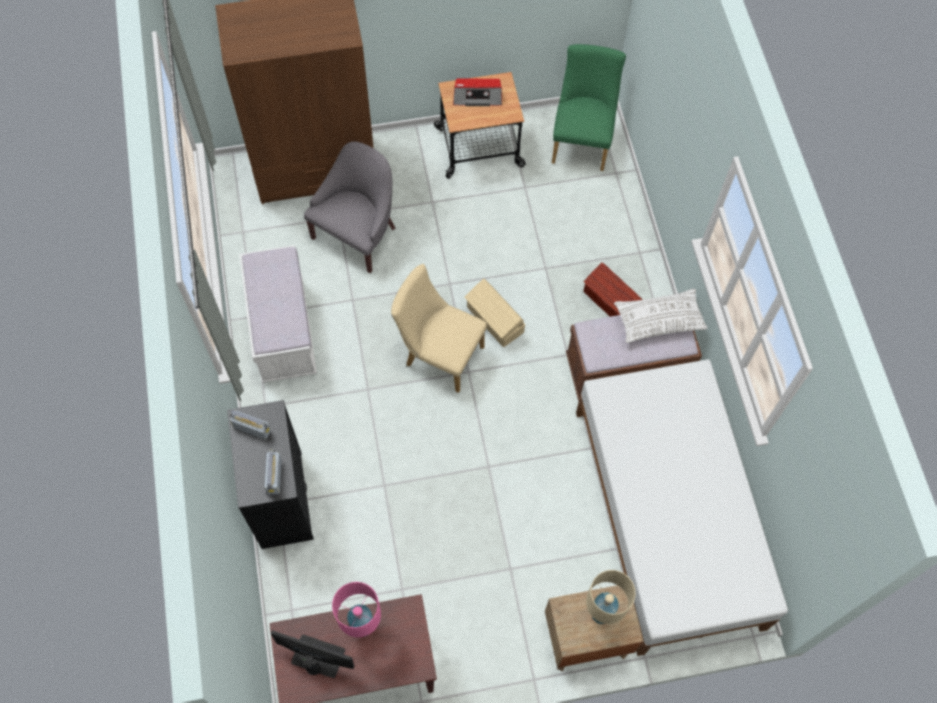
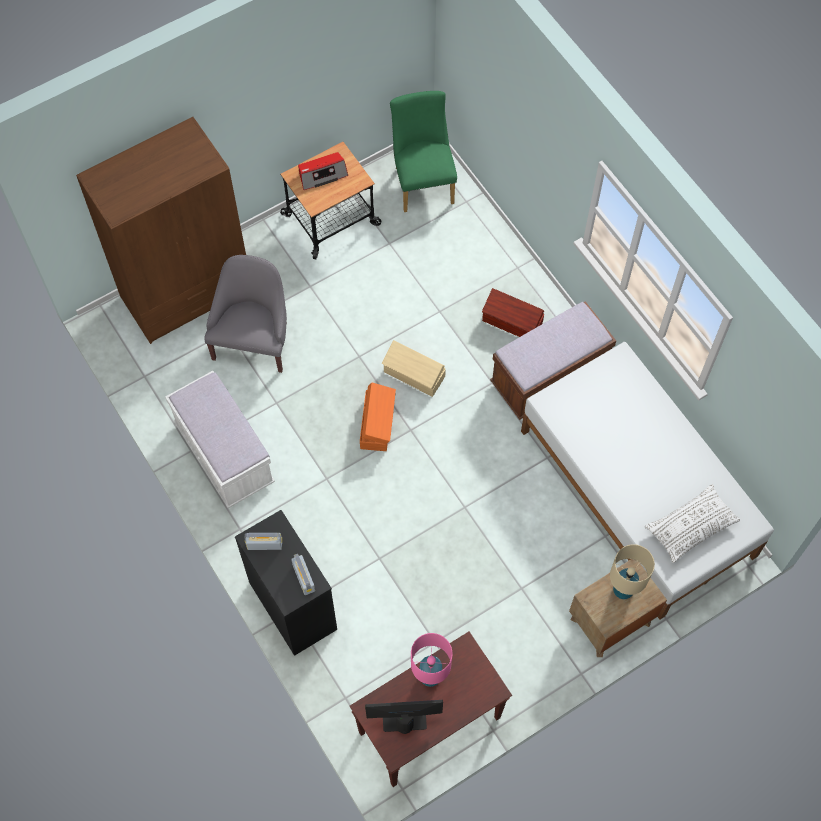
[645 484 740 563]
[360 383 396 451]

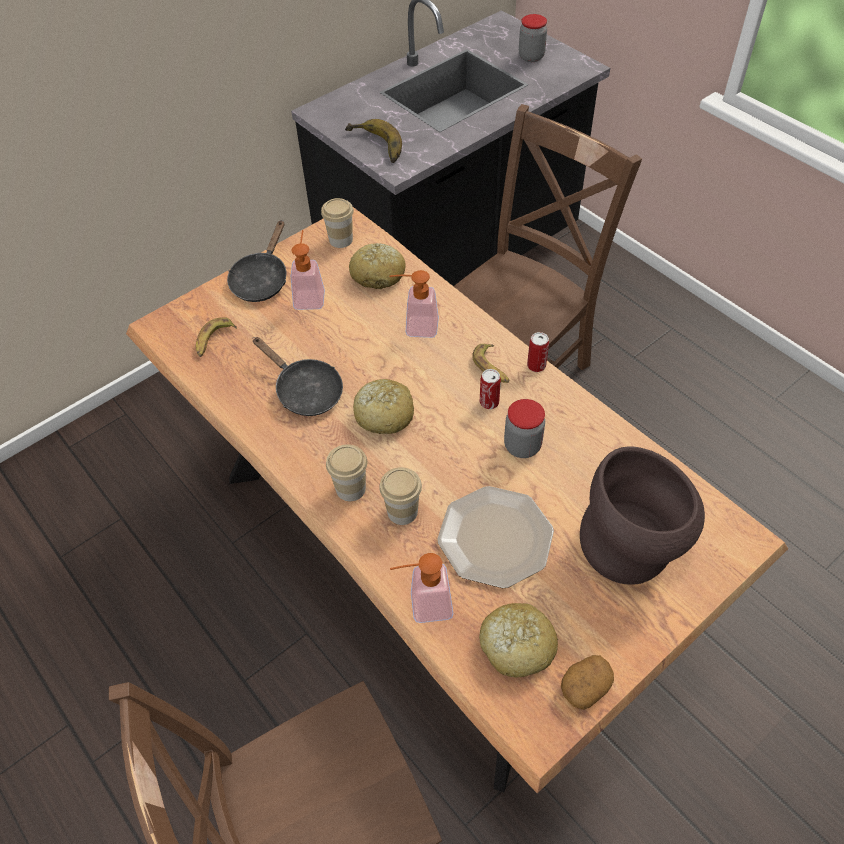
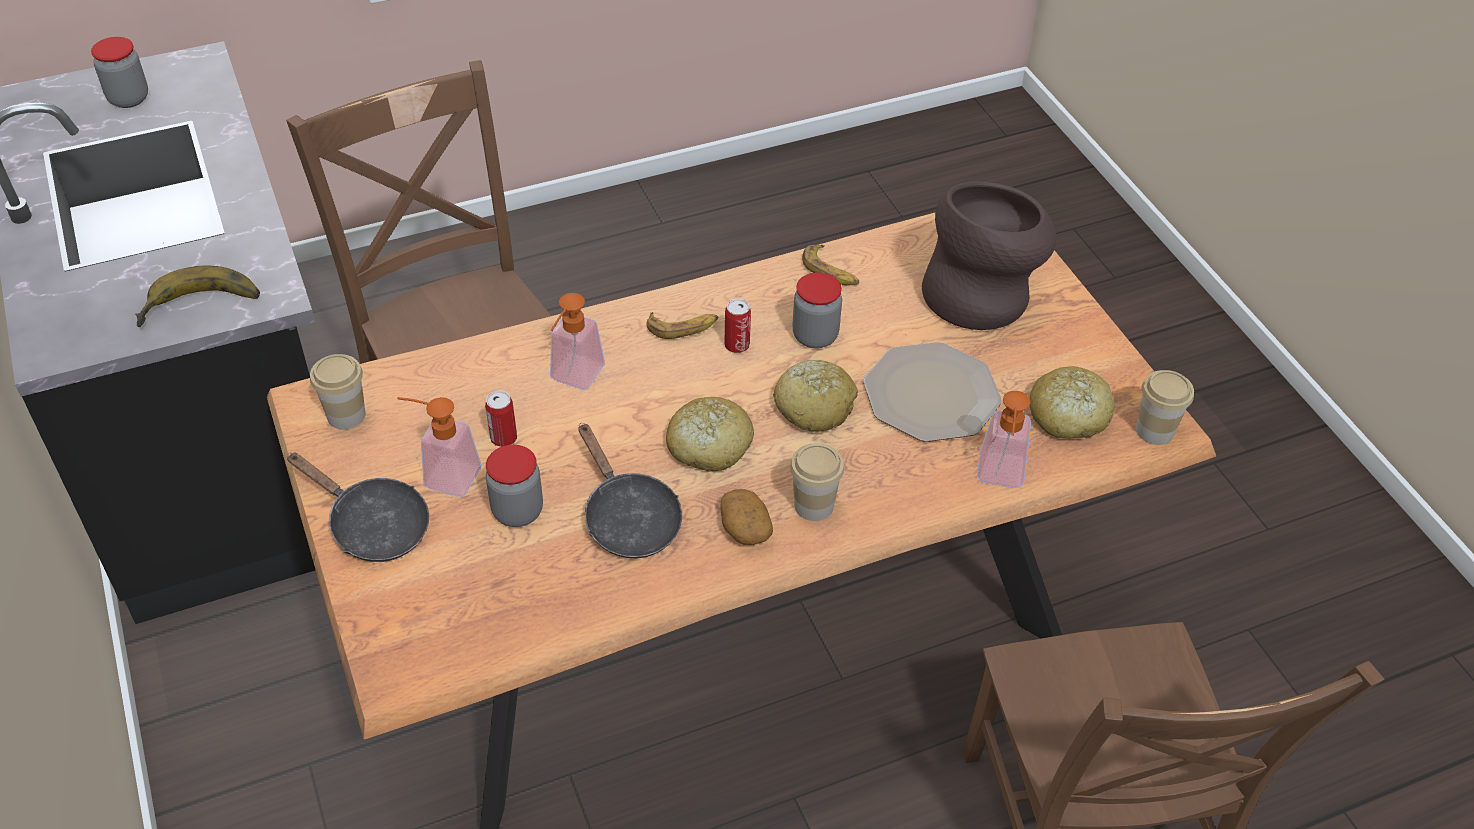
[486 445 543 527]
[802 245 859 285]
[773 360 858 432]
[1136 370 1194 445]
[485 390 517 447]
[721 489 773 545]
[578 423 682 558]

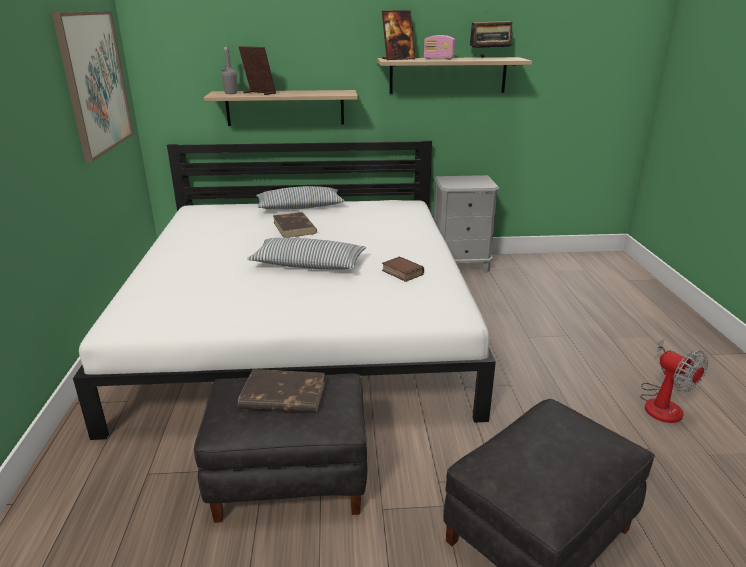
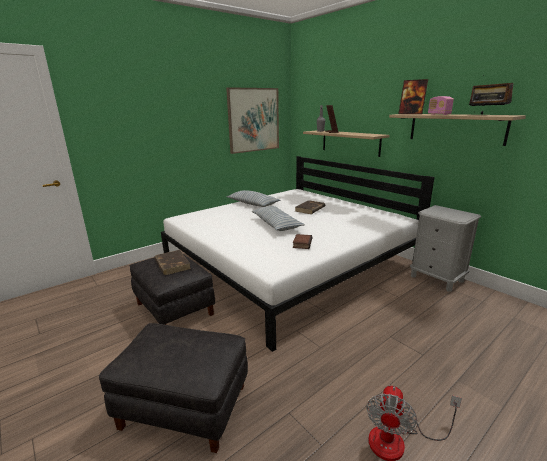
[227 190 280 207]

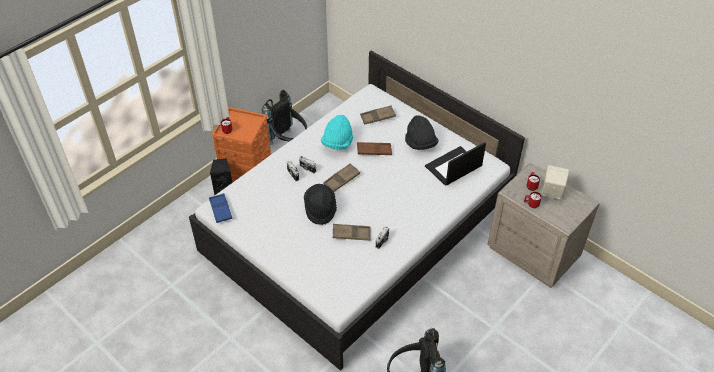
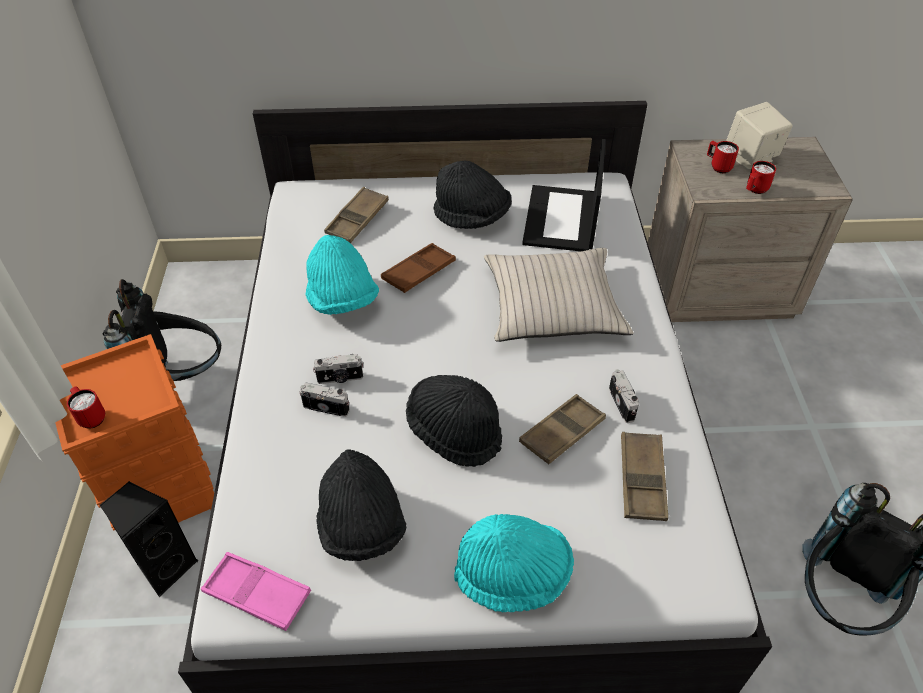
[316 450 406 561]
[454 514 574 612]
[484 248 634 342]
[621 432 668 521]
[201 552 311 631]

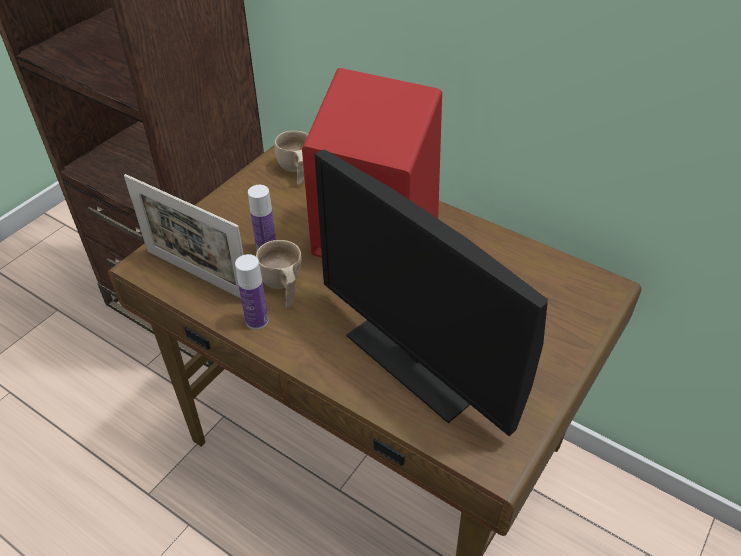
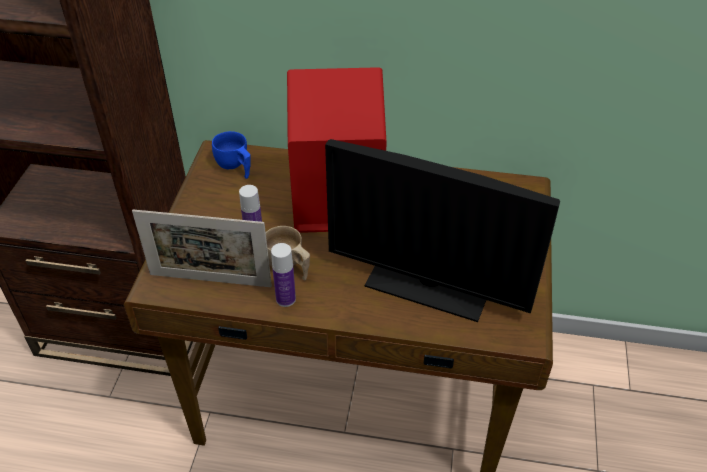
[212 131 251 179]

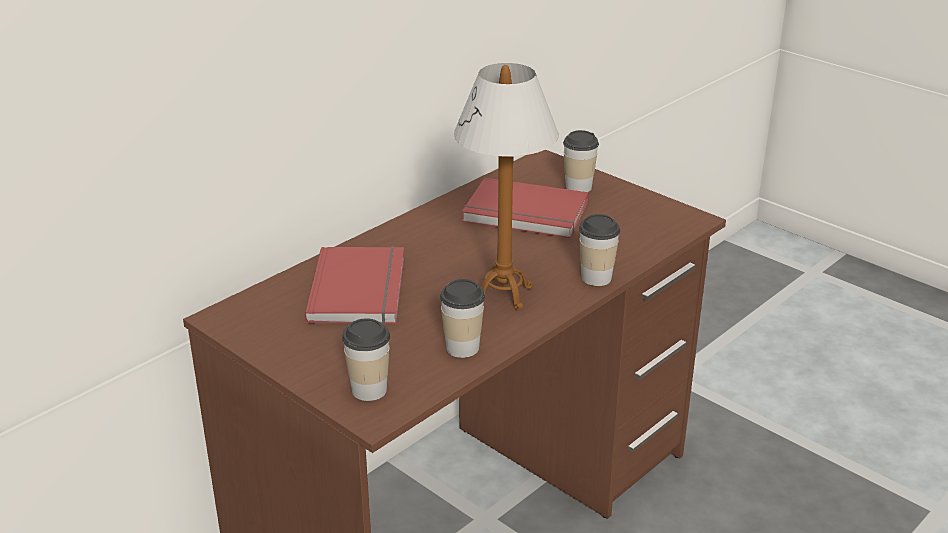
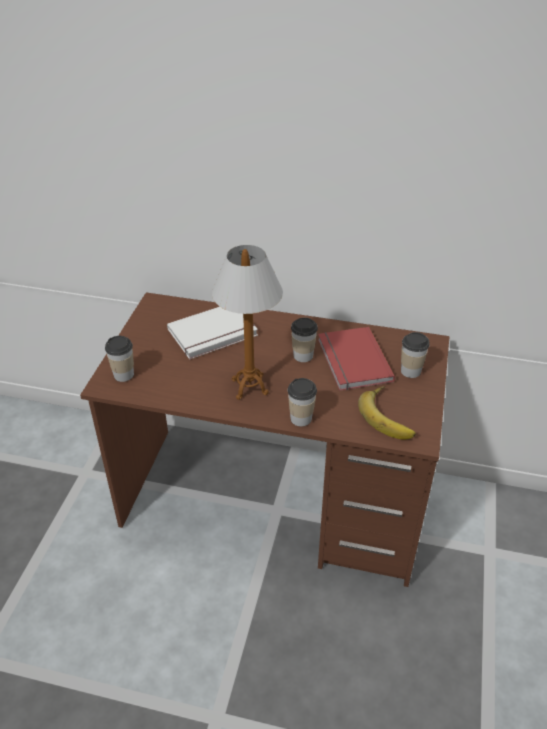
[358 386 416 440]
[291 317 318 362]
[167 307 258 360]

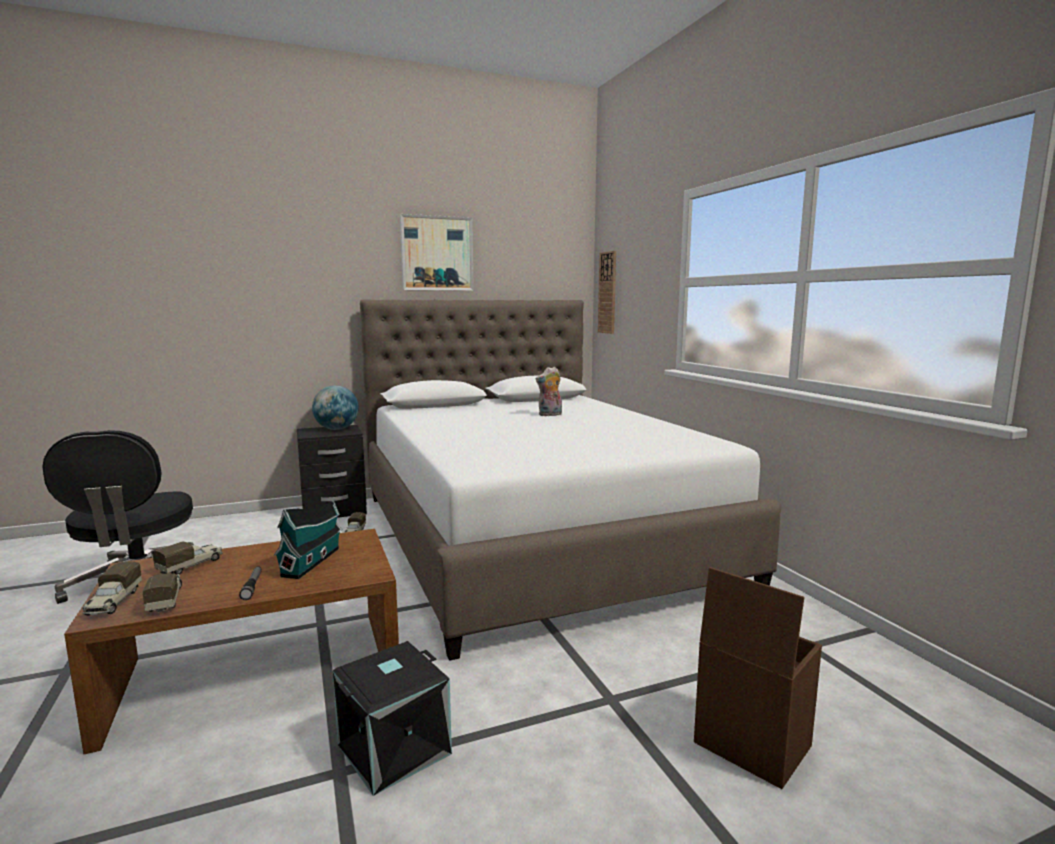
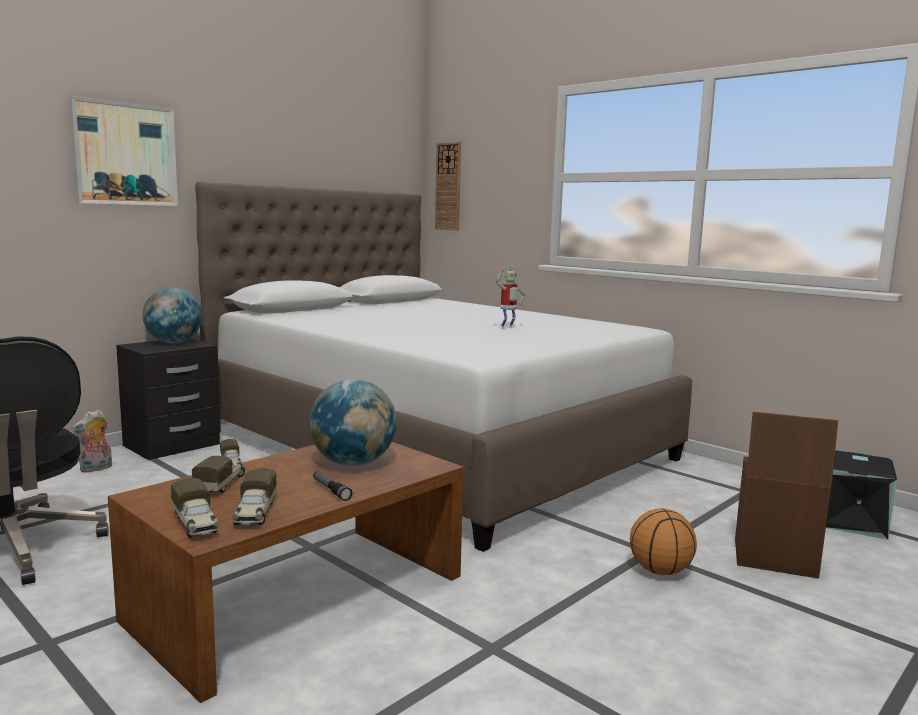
[496 265 525 329]
[630 509 697 575]
[826 450 897 540]
[69 96 178 206]
[71 409 112 473]
[309 379 397 466]
[232 468 277 525]

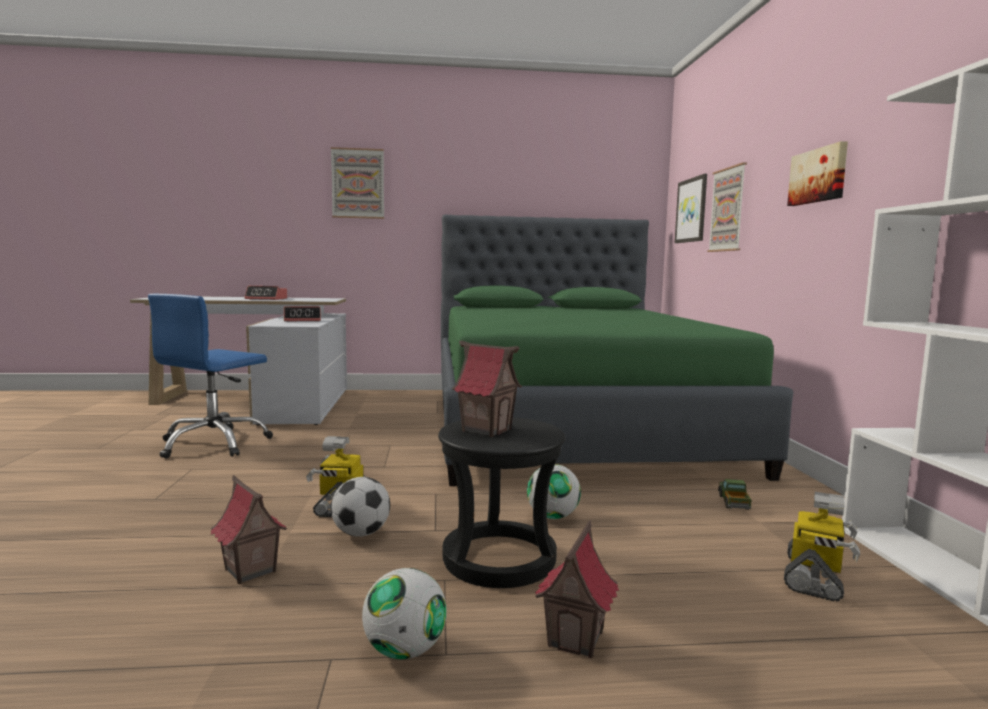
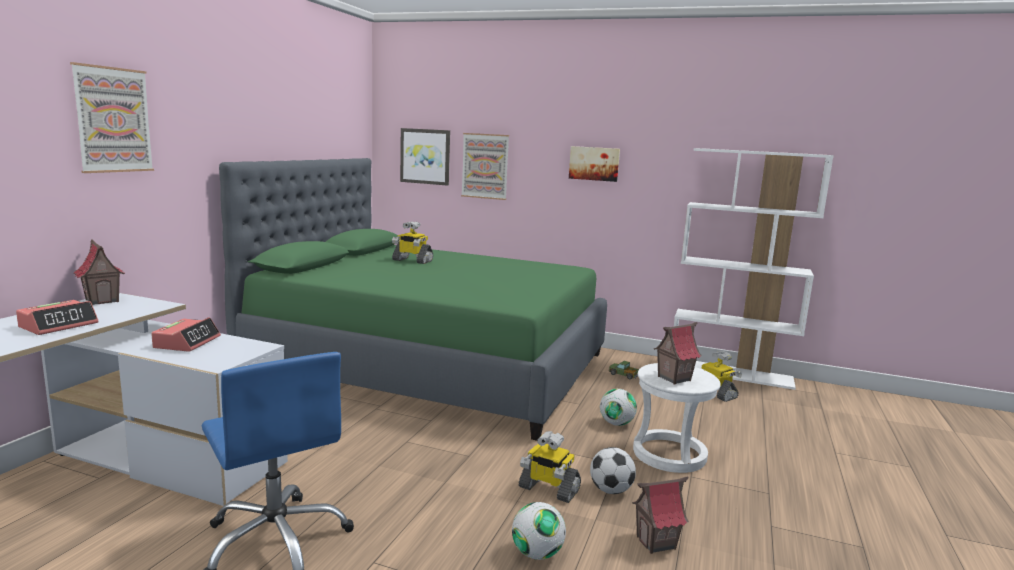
[392 221 433 264]
[512 502 566 560]
[73 239 125 305]
[633 363 721 473]

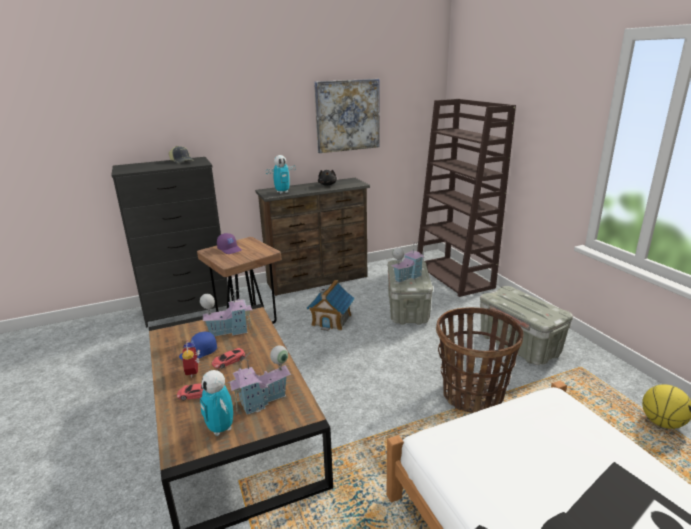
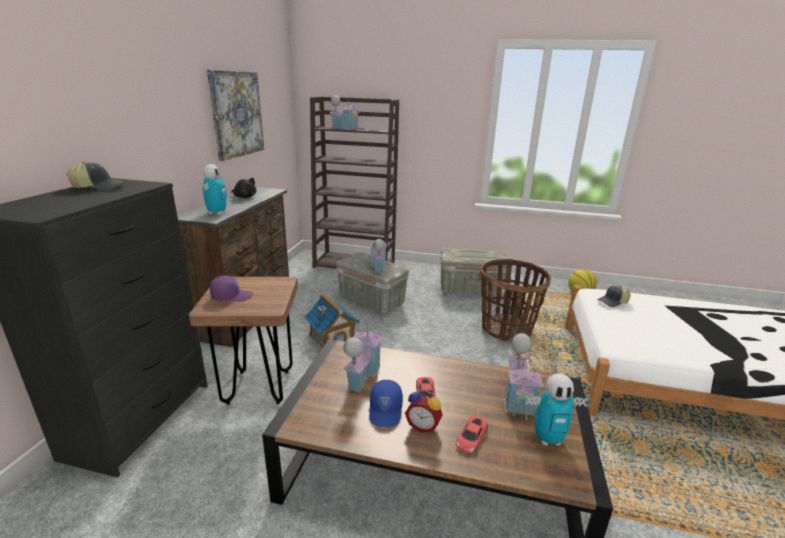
[329 94 359 130]
[597 285 630 307]

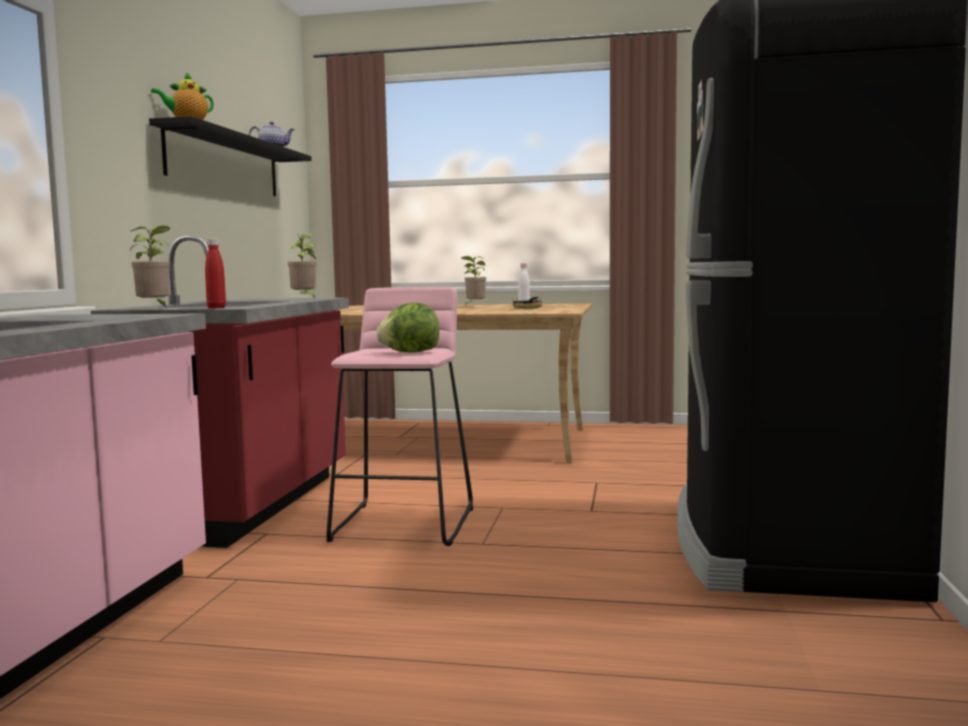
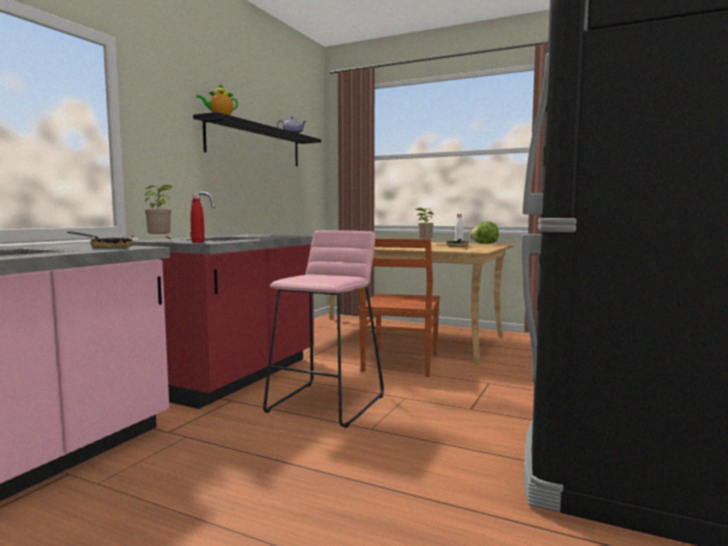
[288 233 317 299] (first image)
[67 230 133 248]
[358 238 440 377]
[470 222 499 244]

